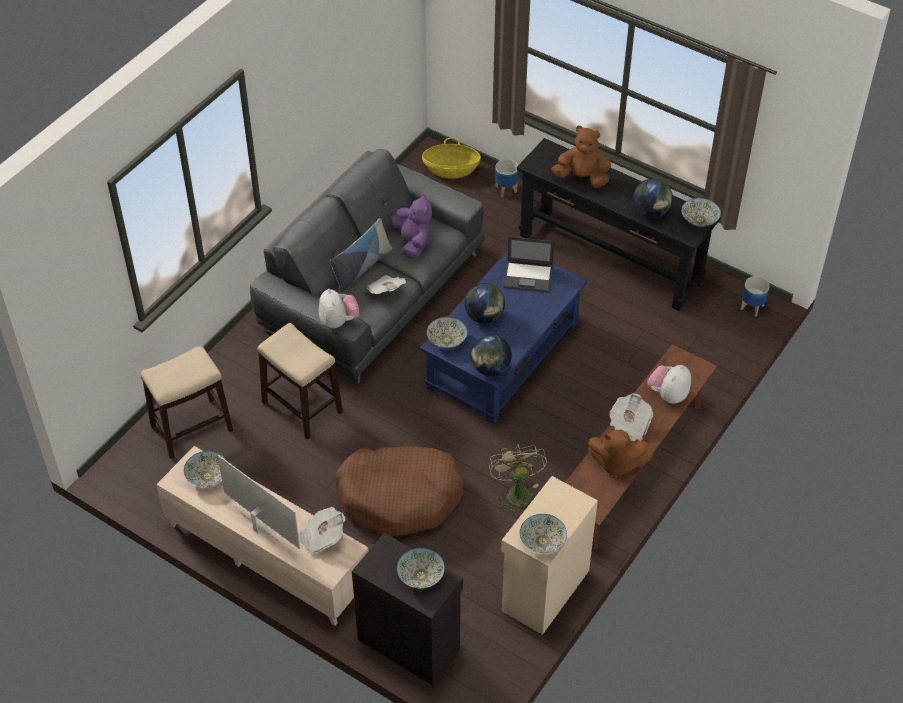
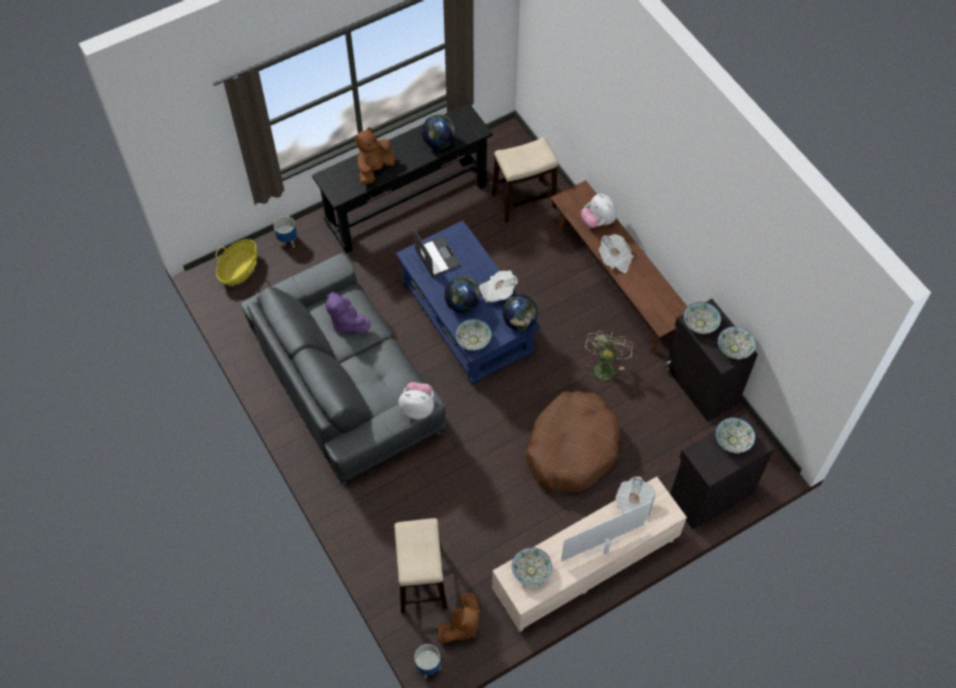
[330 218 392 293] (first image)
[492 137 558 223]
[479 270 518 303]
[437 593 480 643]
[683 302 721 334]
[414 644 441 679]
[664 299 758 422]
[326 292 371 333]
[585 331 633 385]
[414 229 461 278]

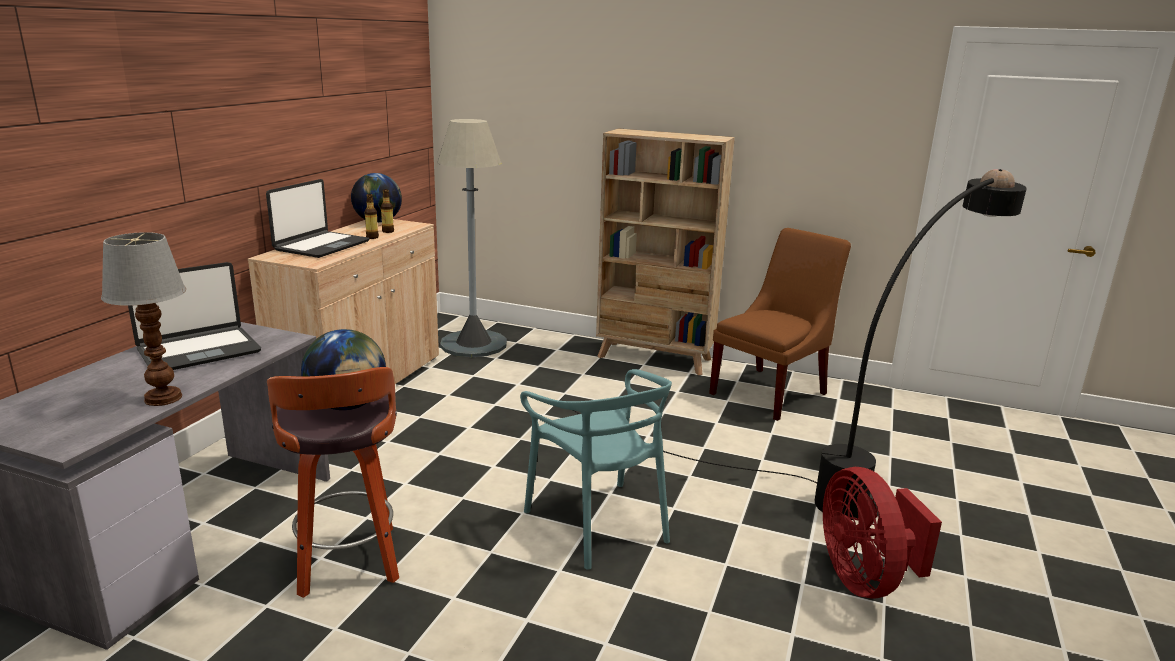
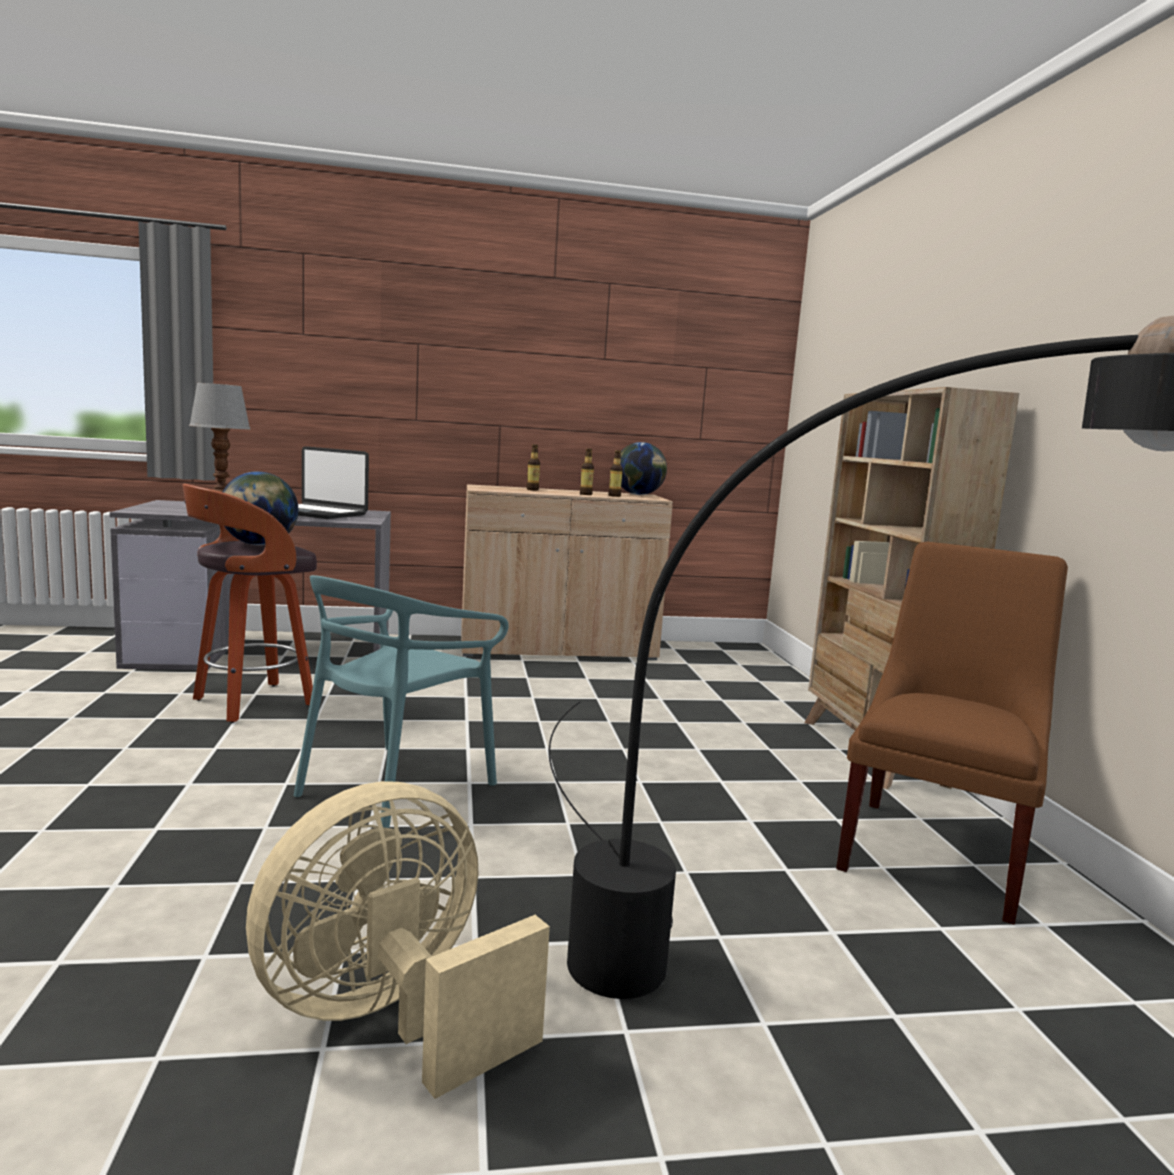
[438 119 507 357] (first image)
[526 444 540 490]
[246 781 550 1099]
[836 542 1068 925]

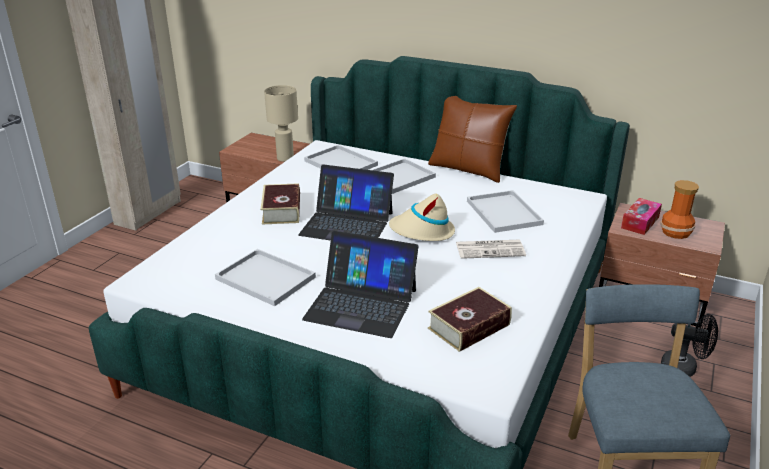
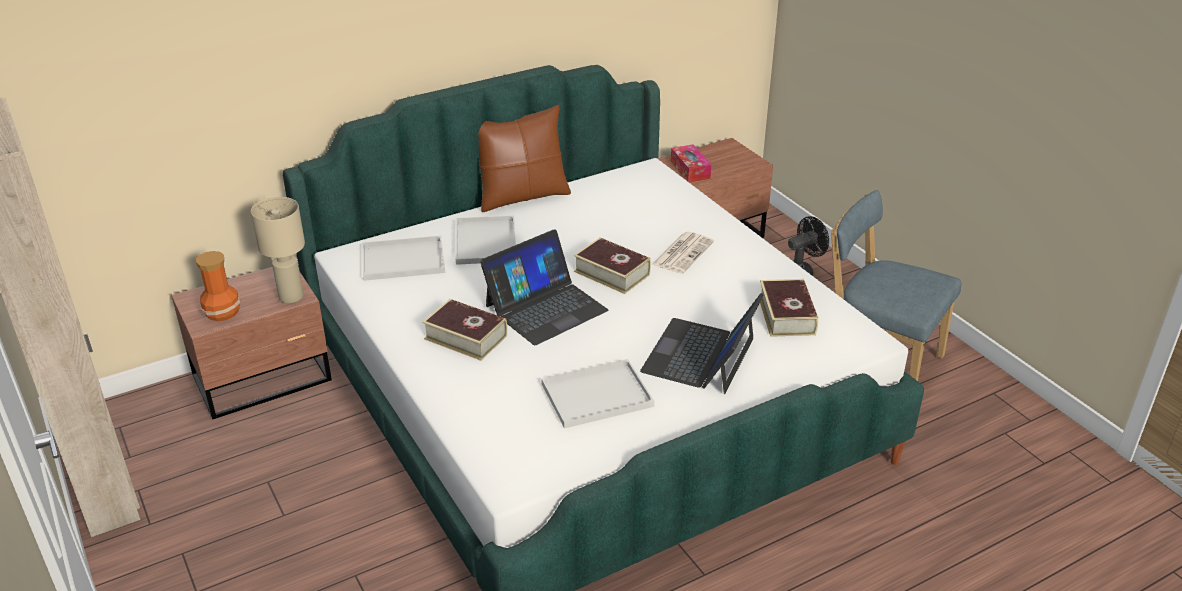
[467 190 544 233] (first image)
[196 251 240 321]
[574 237 651 294]
[640 293 764 394]

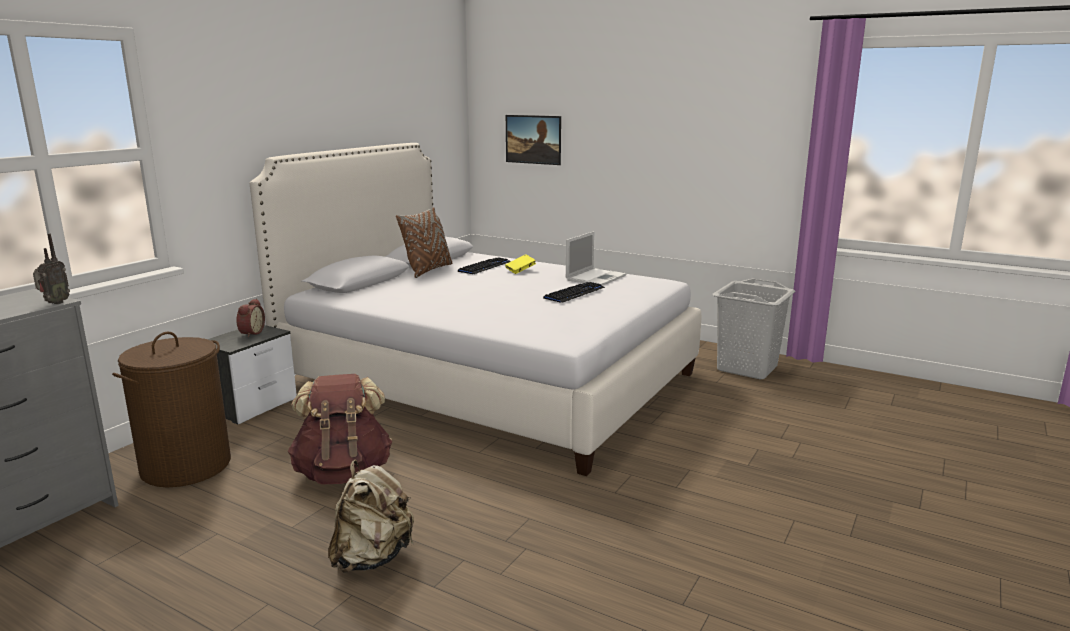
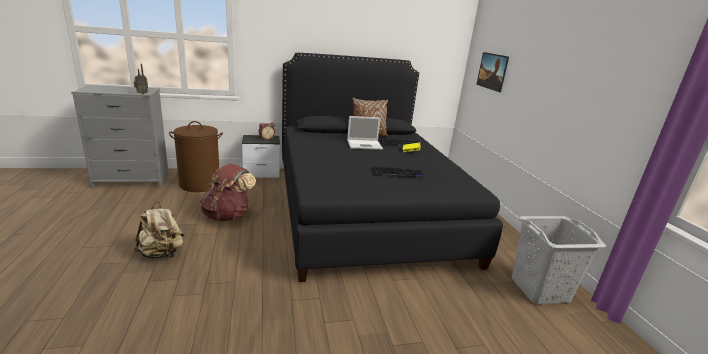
[347 116 383 150]
[282 53 503 282]

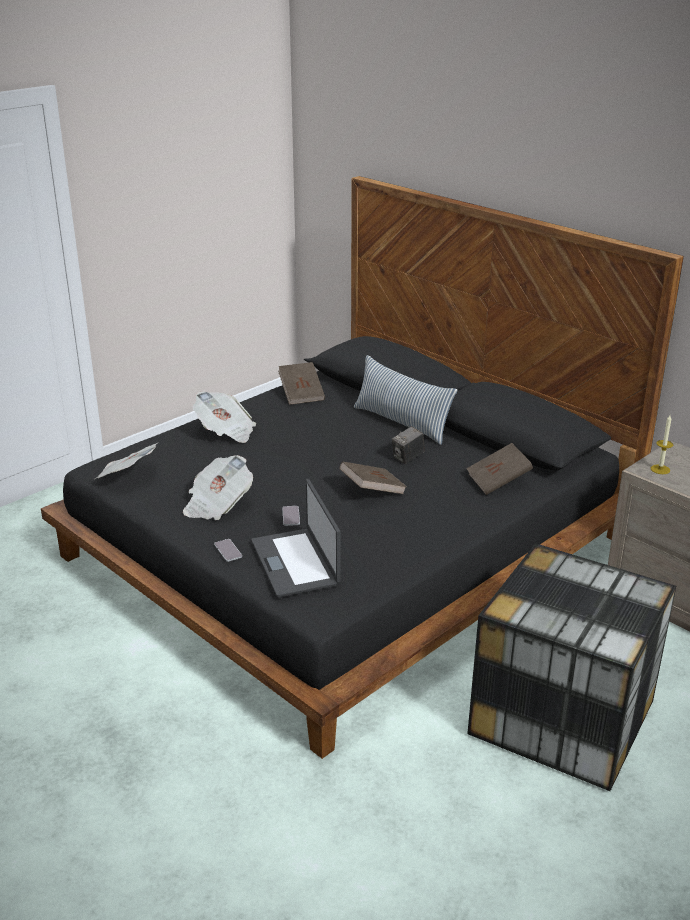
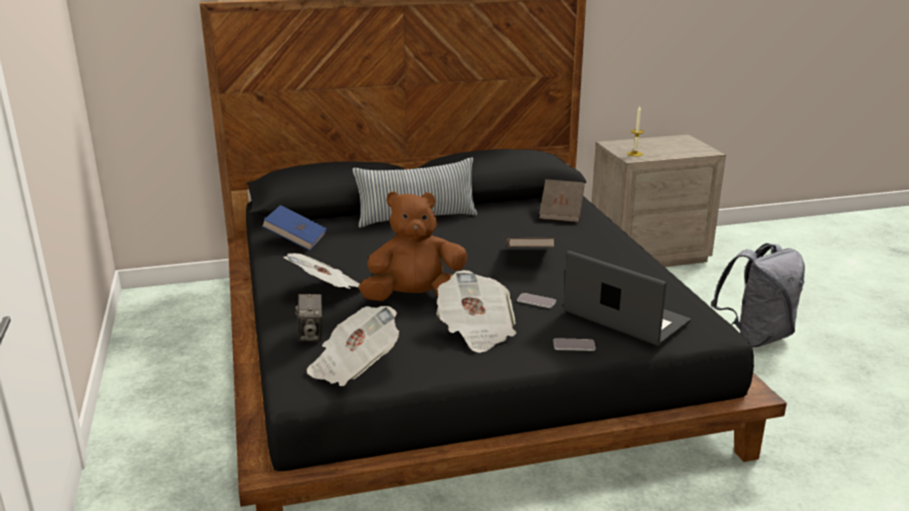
[359 191 467 301]
[295 294 322 341]
[711 243 805 348]
[262 205 327 251]
[563 251 691 346]

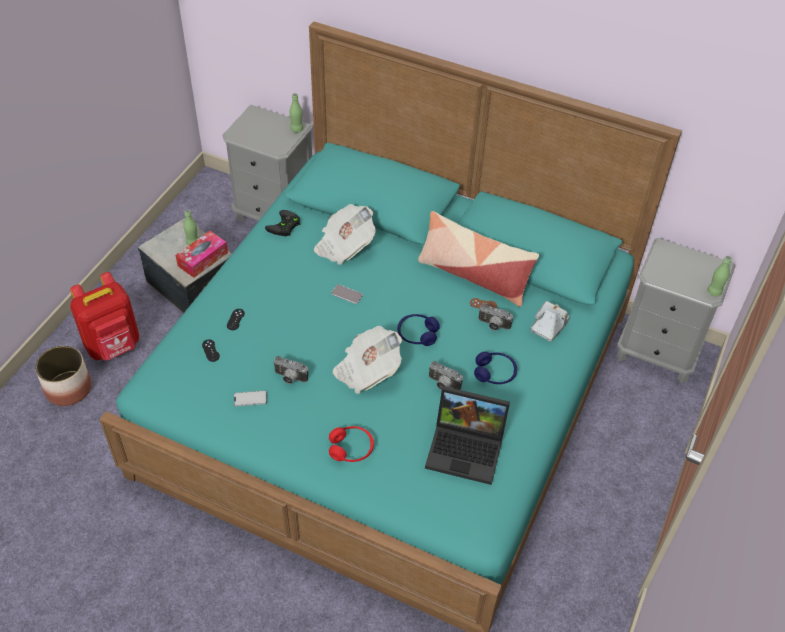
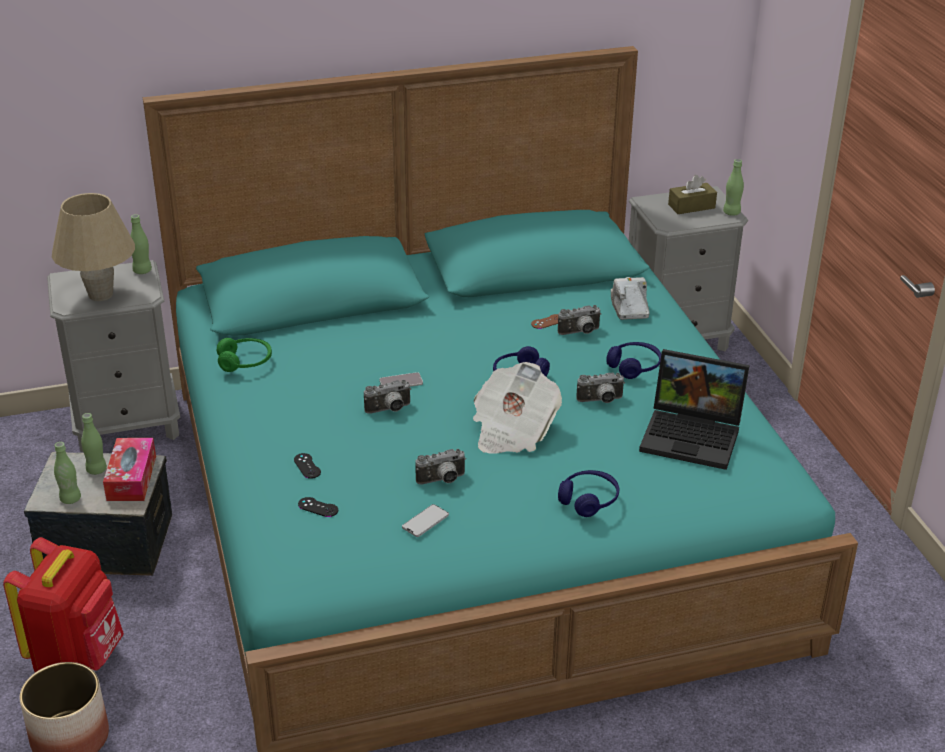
[314 204 376 265] (first image)
[418 211 539 307] (first image)
[52 193 135 301]
[54 442 81 504]
[364 380 411 414]
[668 175 717 214]
[217 338 272 372]
[558 470 619 517]
[639 349 750 470]

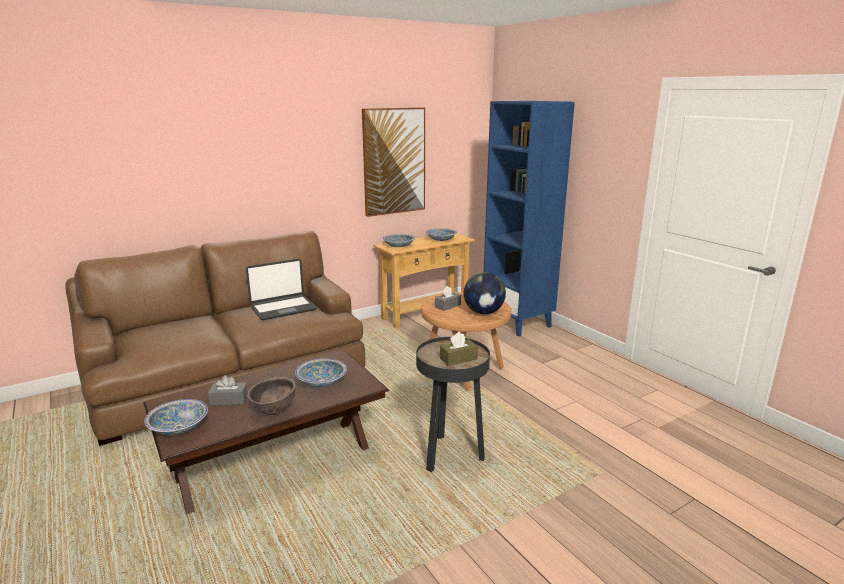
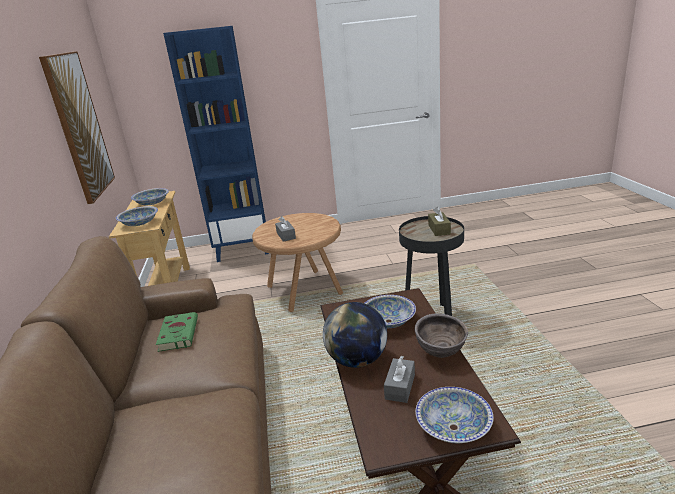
[323 302 387 368]
[156 312 198 352]

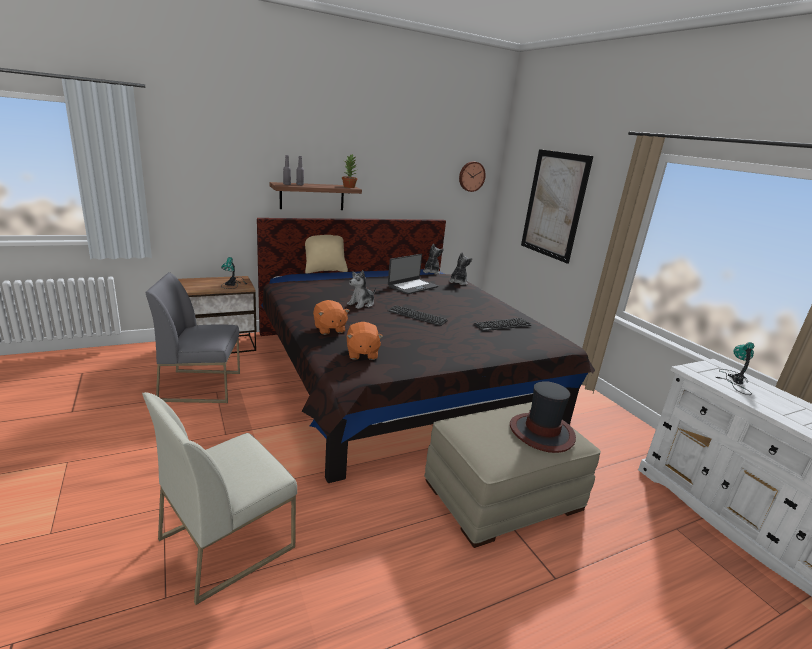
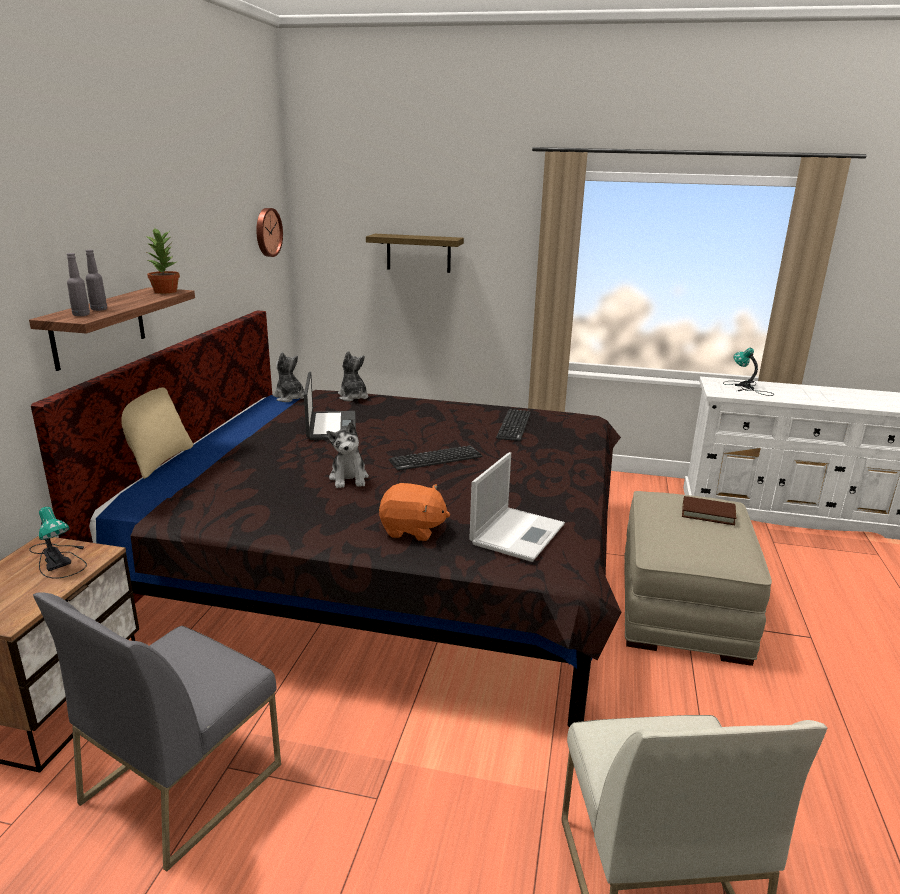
[469 452 565 562]
[682 496 737 525]
[366 234 464 273]

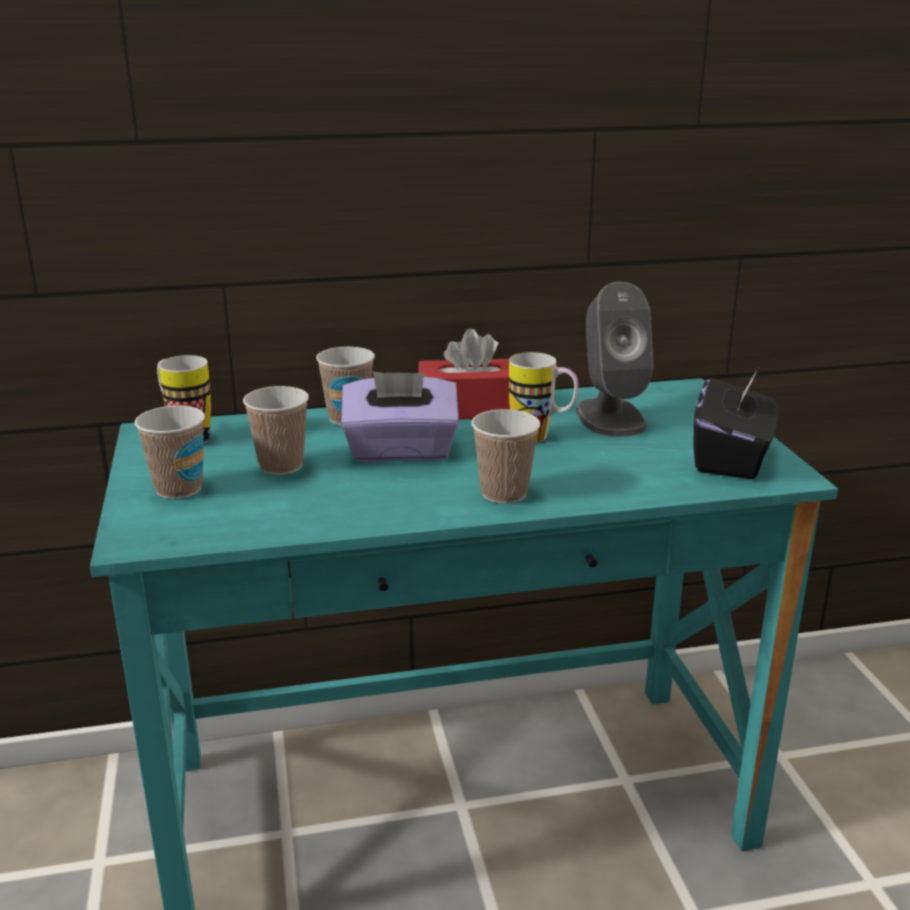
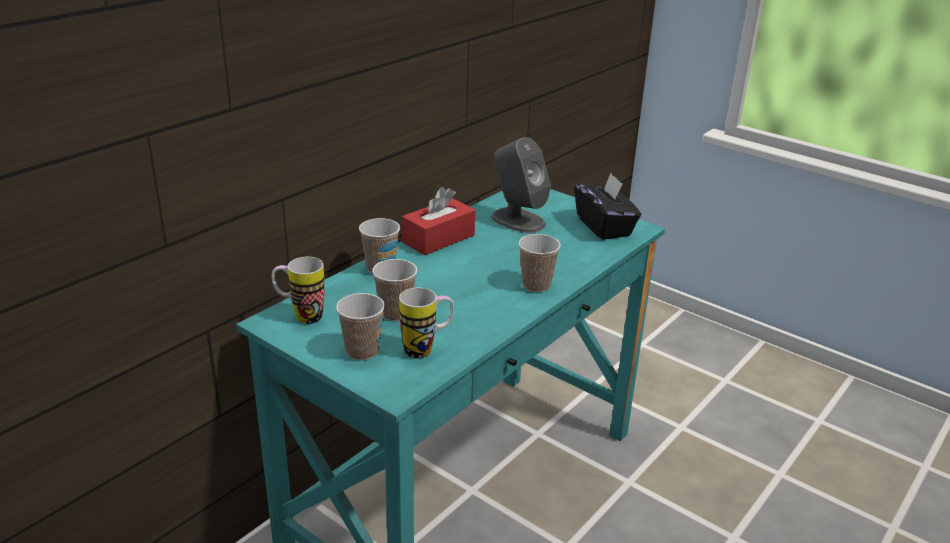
[341 372 459 462] (first image)
[399 288 454 358]

